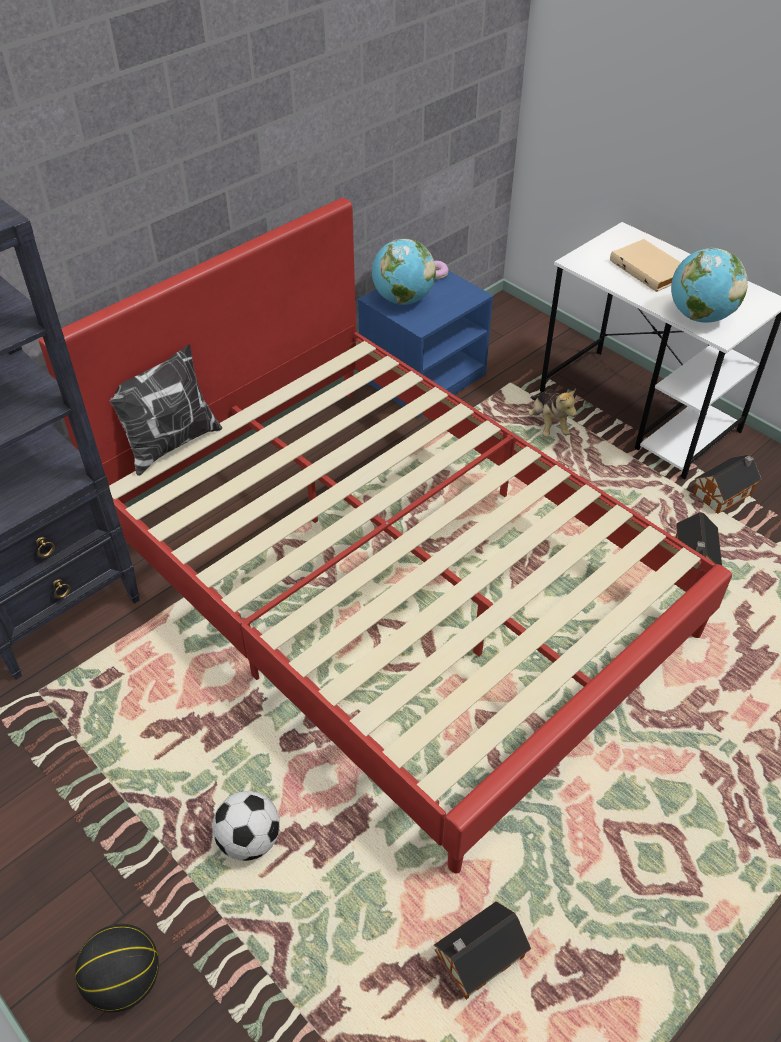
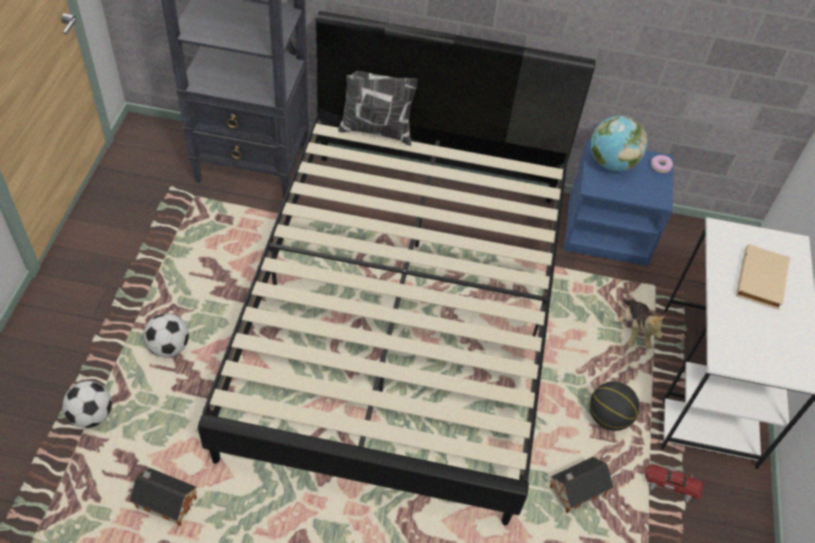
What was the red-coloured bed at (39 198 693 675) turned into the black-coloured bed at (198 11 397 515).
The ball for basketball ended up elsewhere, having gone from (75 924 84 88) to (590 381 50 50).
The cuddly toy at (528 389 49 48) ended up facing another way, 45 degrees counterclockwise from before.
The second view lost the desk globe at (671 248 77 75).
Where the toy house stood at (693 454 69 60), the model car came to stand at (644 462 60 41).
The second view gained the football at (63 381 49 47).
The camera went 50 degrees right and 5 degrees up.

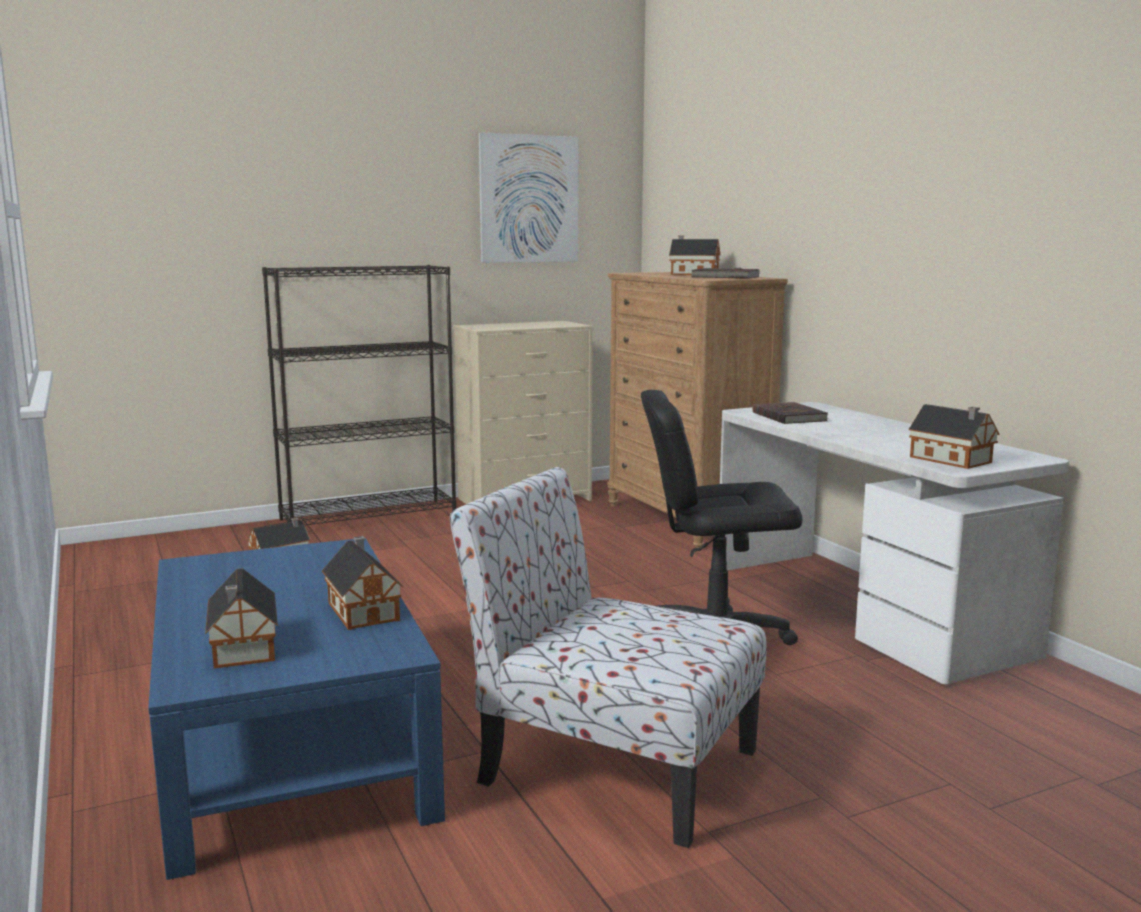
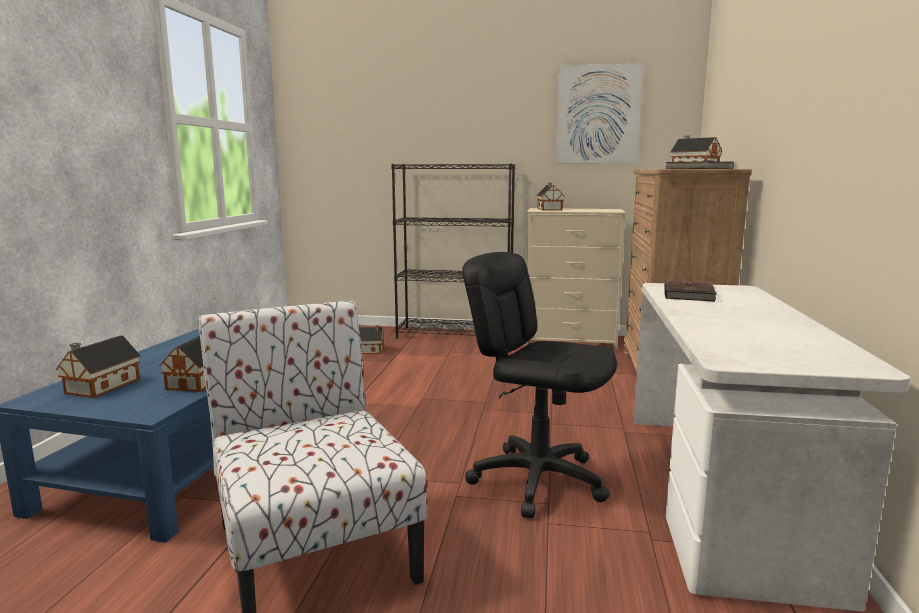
The toy house ended up elsewhere, having gone from (909 404 91 65) to (536 183 29 28).
The camera went 35 degrees right and 0 degrees up.

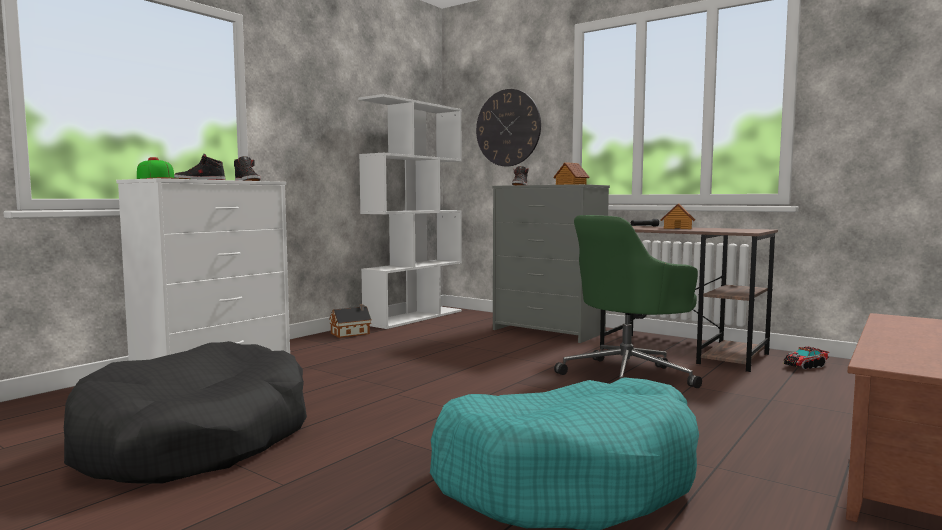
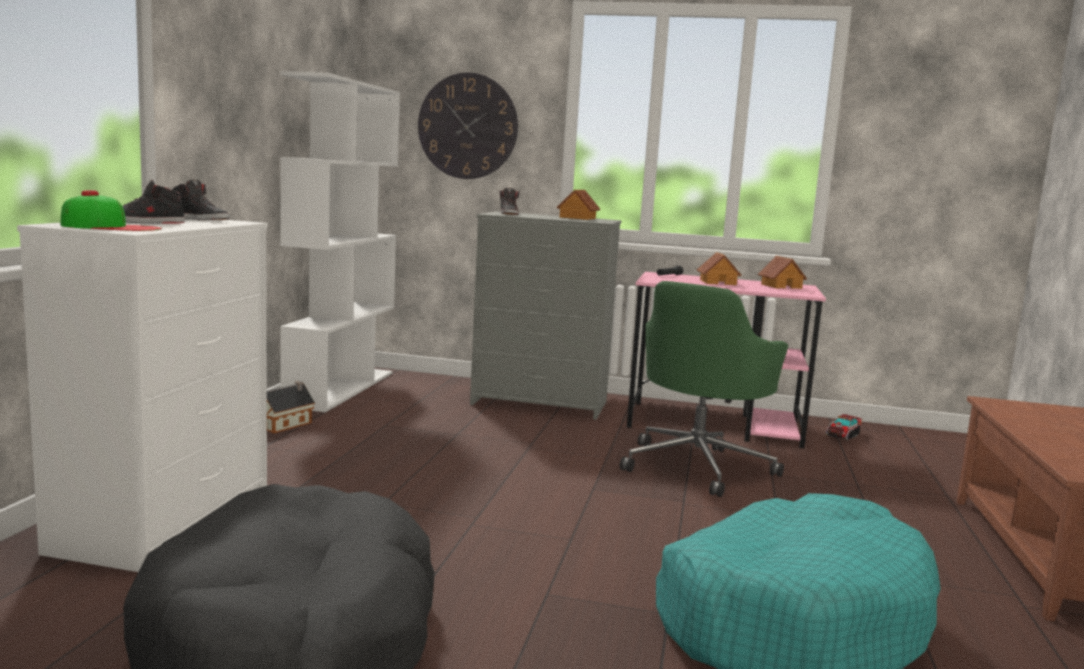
What was the brown-coloured desk table at (600 226 178 146) turned into the pink desk table at (627 272 199 176).
The second view gained the toy house at (758 256 49 33).
The camera went 25 degrees left and 5 degrees up.

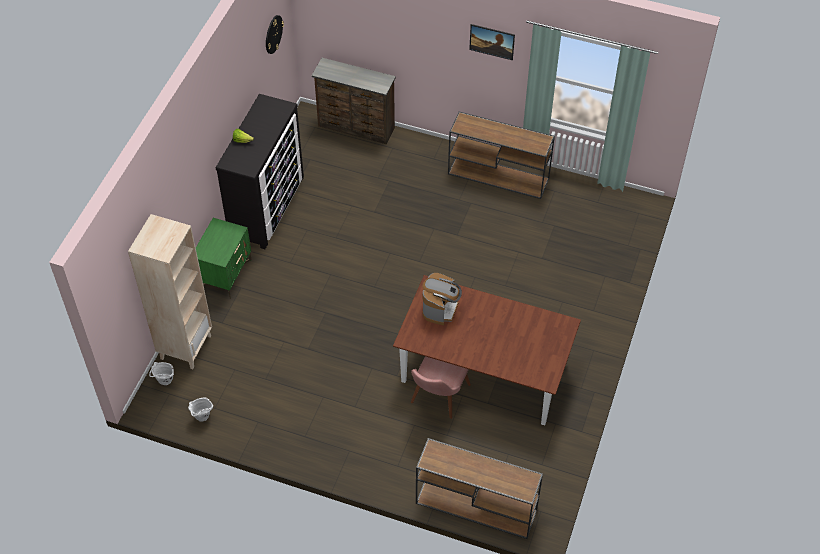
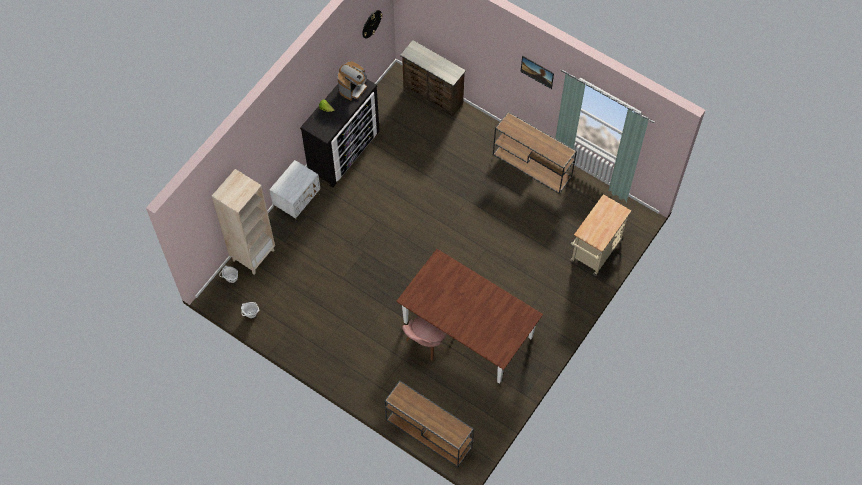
What was the green-coloured nightstand at (196 218 56 81) turned into the whitish nightstand at (269 160 51 63).
The coffee maker ended up elsewhere, having gone from (422 273 40 52) to (337 61 30 39).
The second view gained the beige cart at (570 194 61 81).
The camera went 15 degrees right and 10 degrees up.

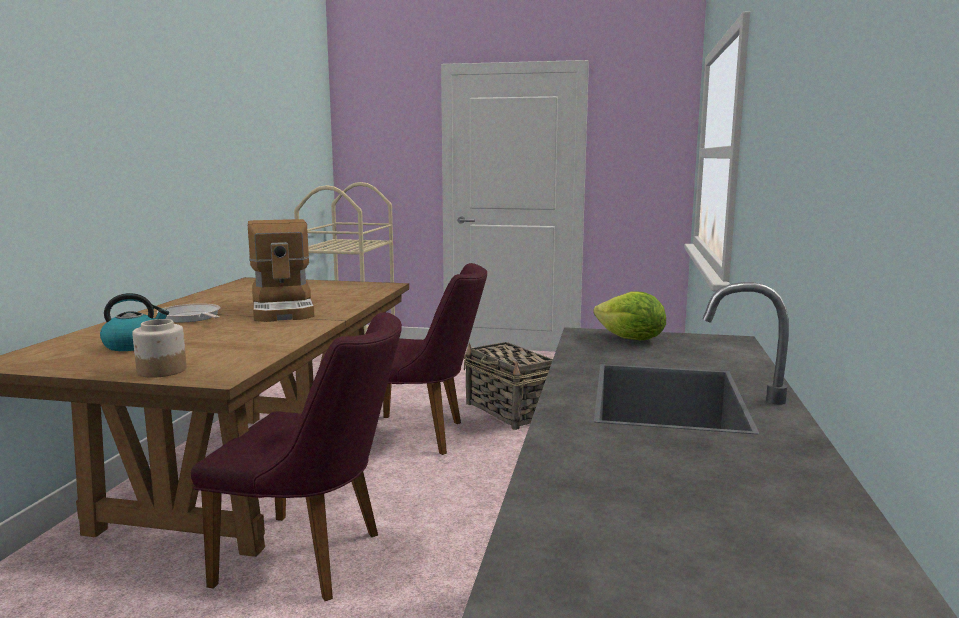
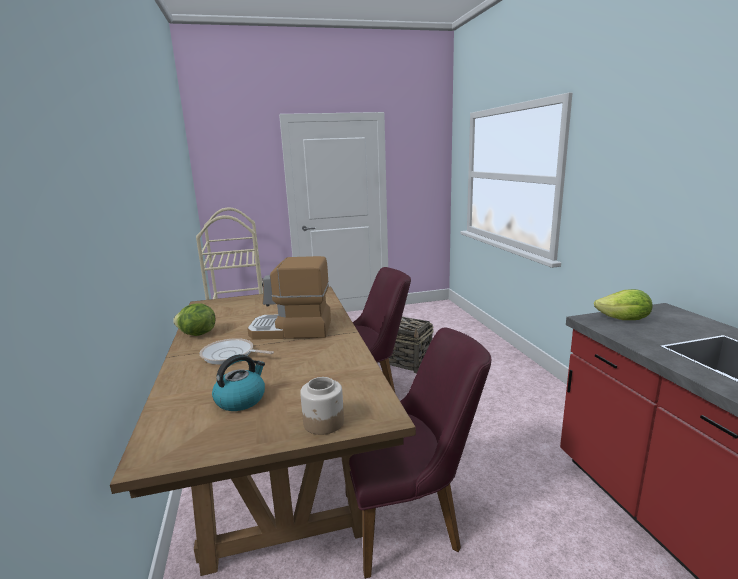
The coffee maker at (248 219 66 103) ended up facing another way, 135 degrees clockwise from before.
The second view gained the lettuce at (173 303 42 33).
The camera went 25 degrees left and 5 degrees up.

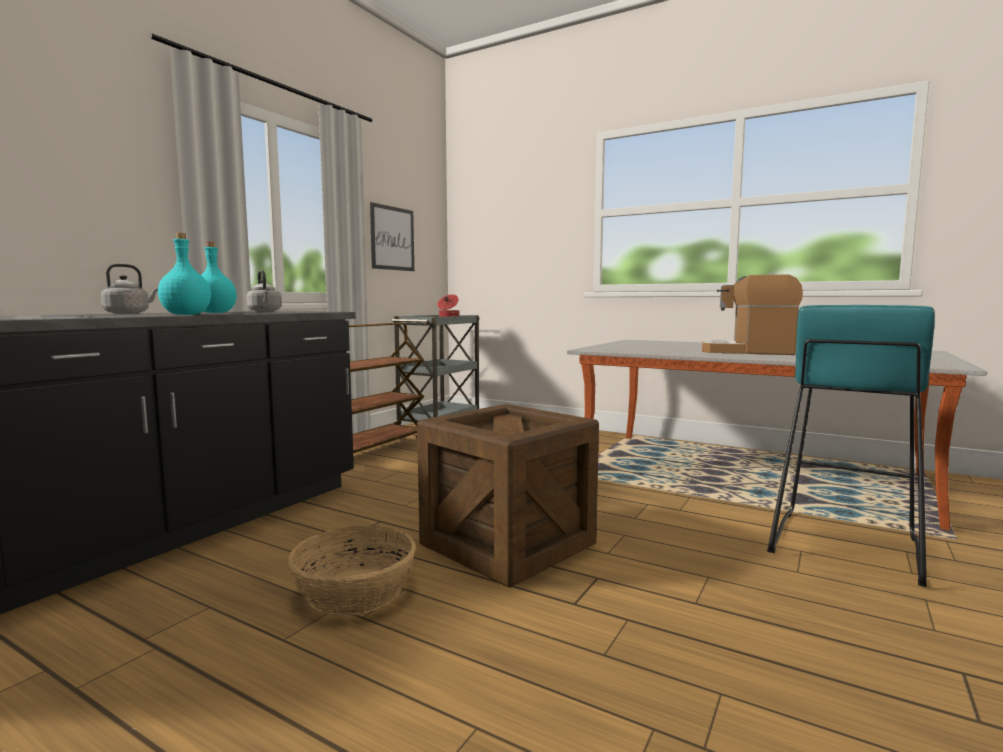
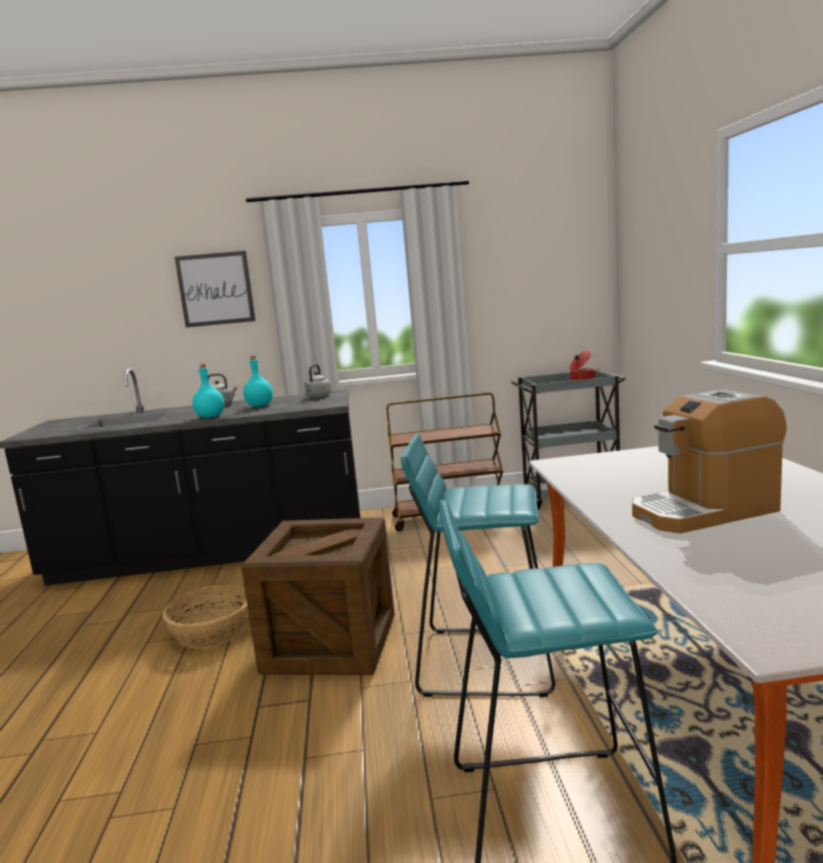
The picture ended up elsewhere, having gone from (370 202 44 69) to (175 251 81 76).
The coffee maker at (702 273 101 82) ended up facing another way, 90 degrees counterclockwise from before.
The second view gained the turquoise-coloured stool seat at (401 433 154 264).
The camera went 55 degrees right and 5 degrees up.

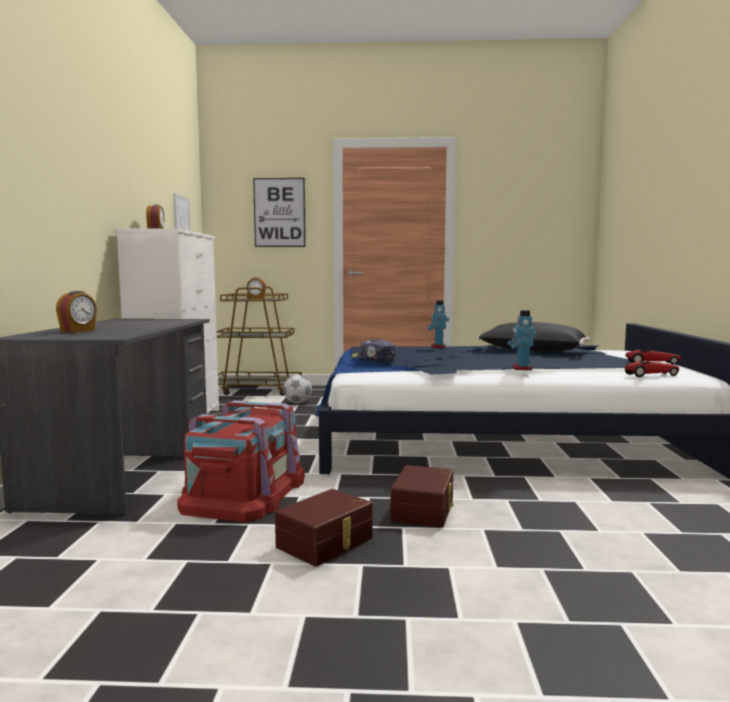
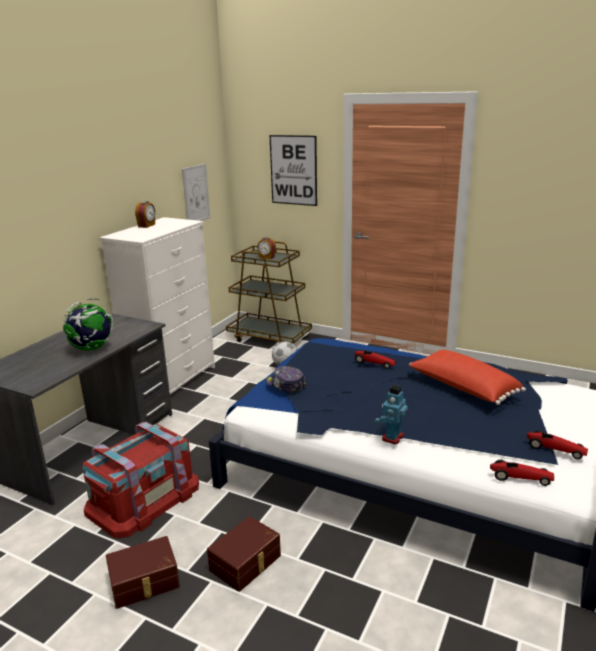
The second view lost the alarm clock at (56 291 41 42).
Where the toy robot stood at (428 300 21 48), the model car came to stand at (354 350 42 19).
What was the black-coloured cushion at (477 322 113 30) turned into the red-coloured cushion at (409 350 117 55).
The second view gained the desk globe at (63 298 50 53).
The camera went 25 degrees right and 15 degrees up.

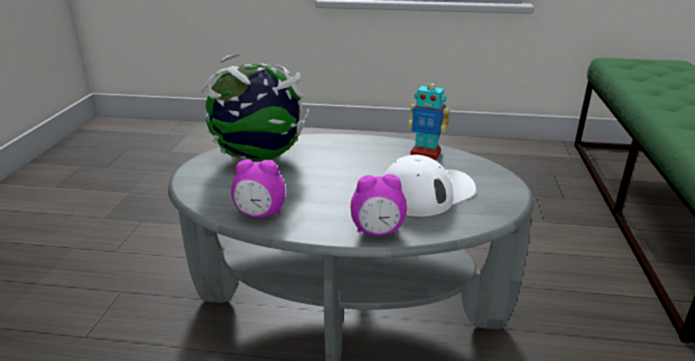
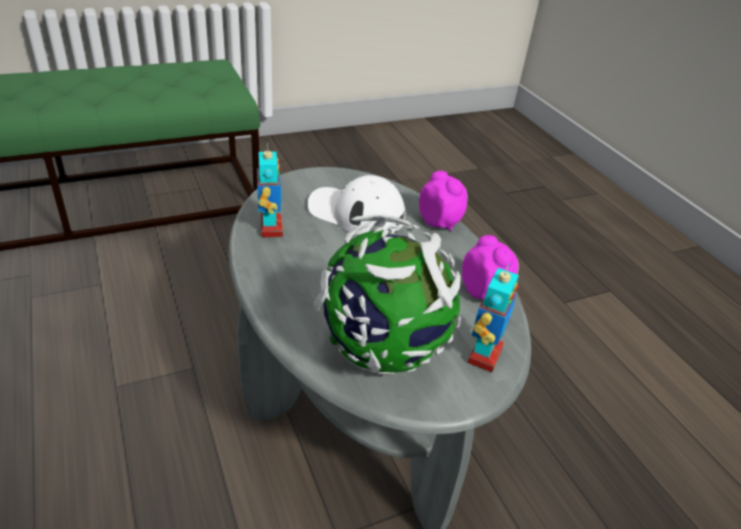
The second view gained the toy robot at (468 263 51 109).
The camera went 125 degrees left and 10 degrees up.

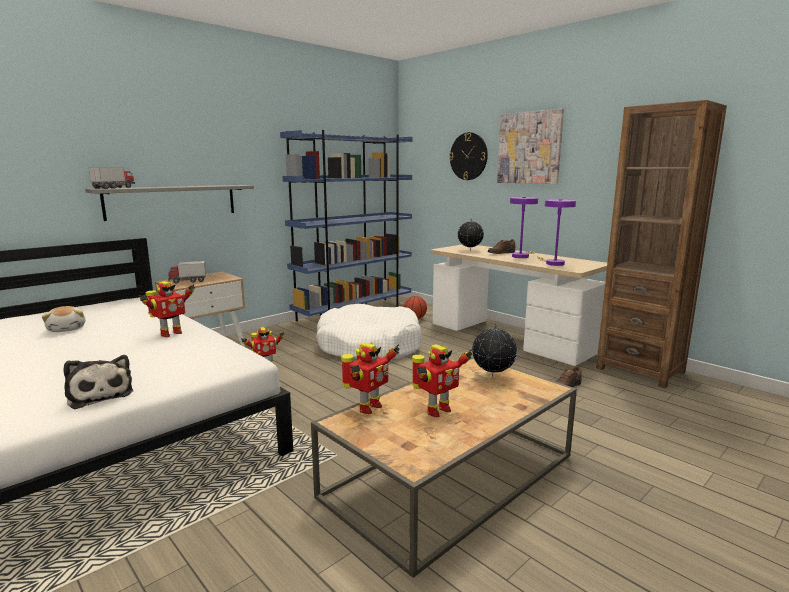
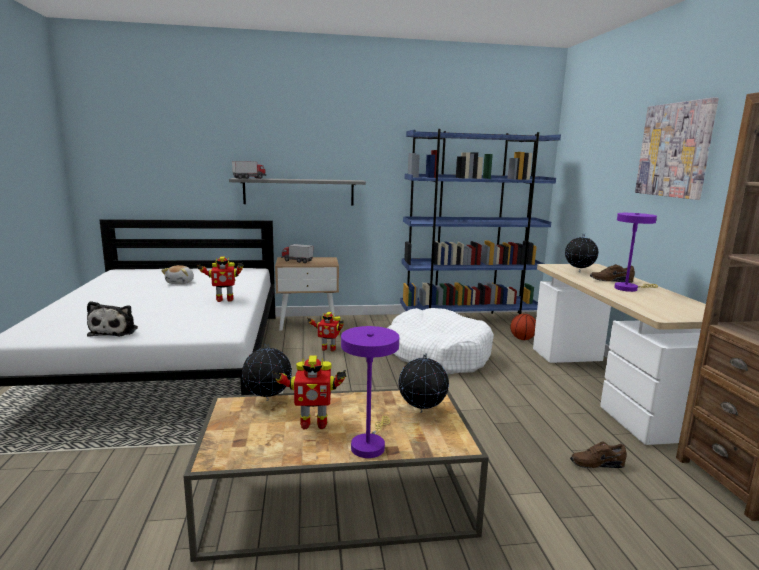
Where the toy robot stood at (341 342 59 72), the desk globe came to stand at (242 343 50 58).
The second view lost the wall clock at (449 132 39 48).
The purple lamp for a table ended up elsewhere, having gone from (537 199 39 67) to (341 326 58 132).
The camera went 35 degrees right and 0 degrees up.

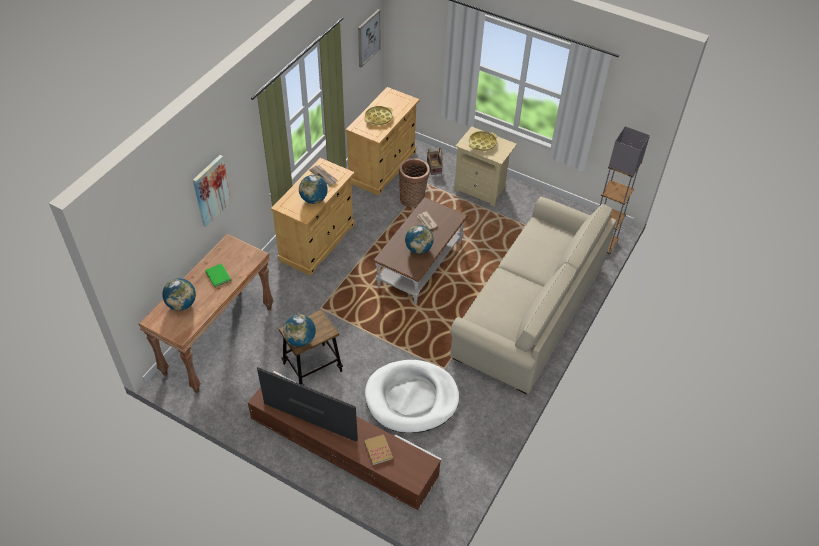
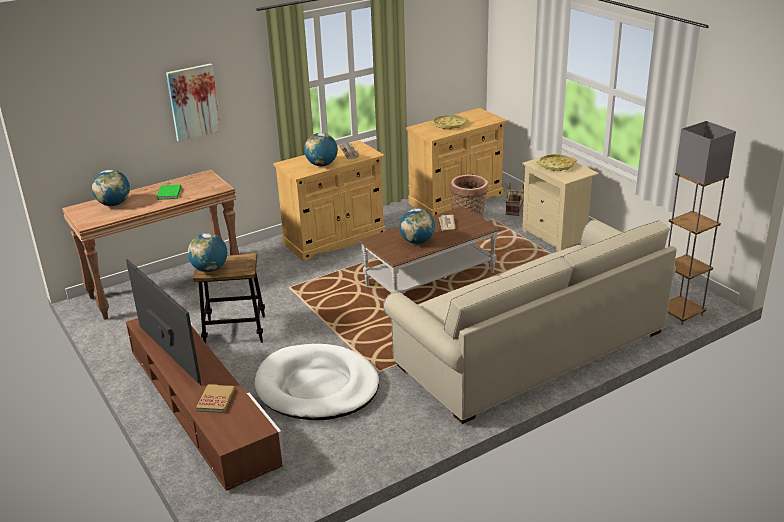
The second view lost the picture at (358 9 22 58).
The camera went 30 degrees right and 20 degrees down.

